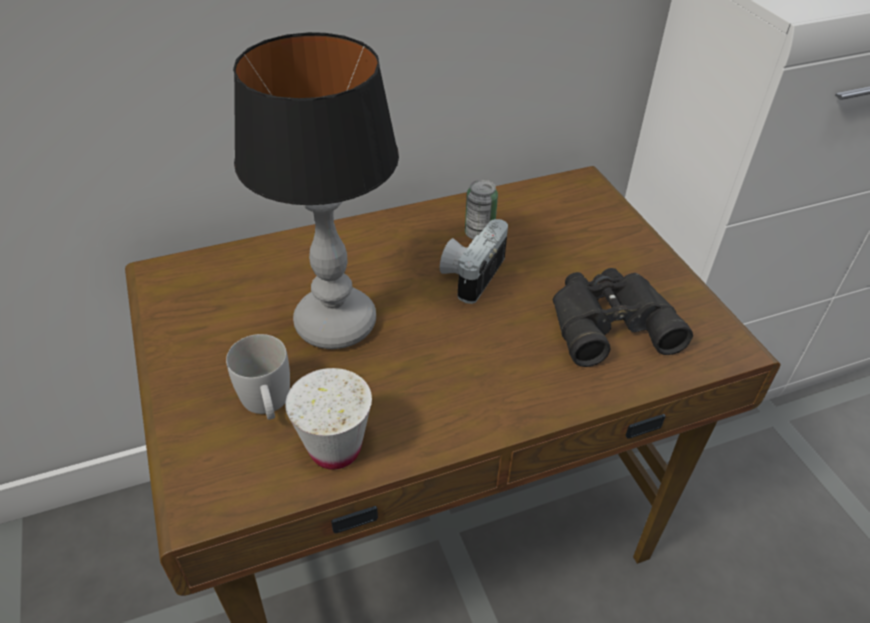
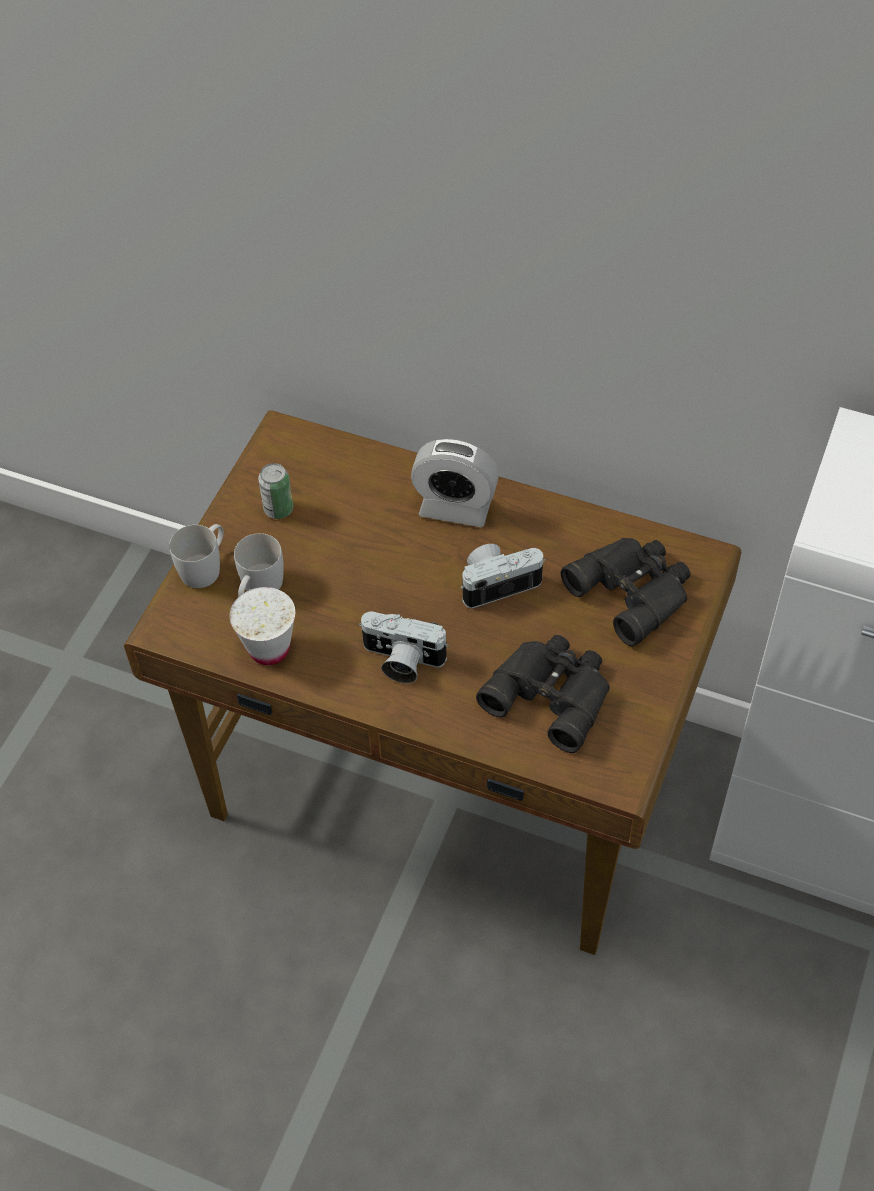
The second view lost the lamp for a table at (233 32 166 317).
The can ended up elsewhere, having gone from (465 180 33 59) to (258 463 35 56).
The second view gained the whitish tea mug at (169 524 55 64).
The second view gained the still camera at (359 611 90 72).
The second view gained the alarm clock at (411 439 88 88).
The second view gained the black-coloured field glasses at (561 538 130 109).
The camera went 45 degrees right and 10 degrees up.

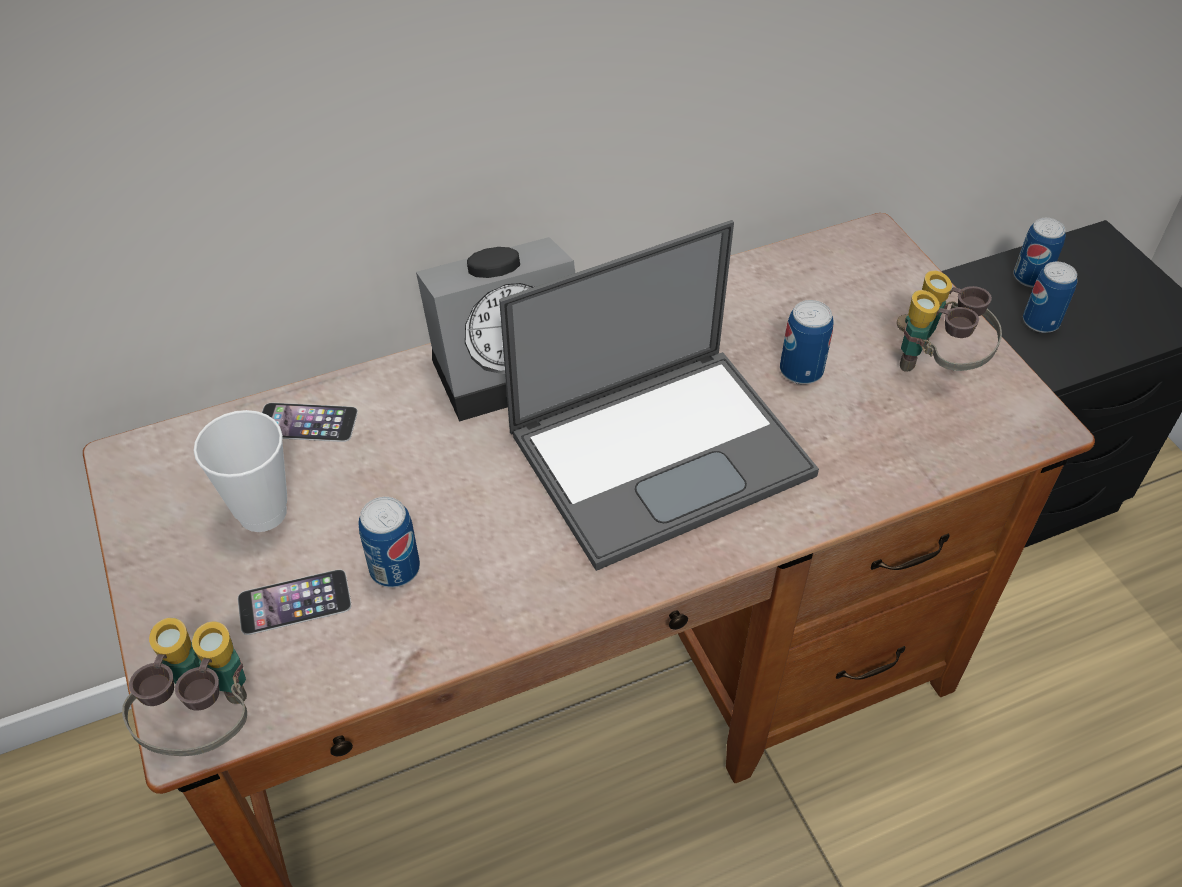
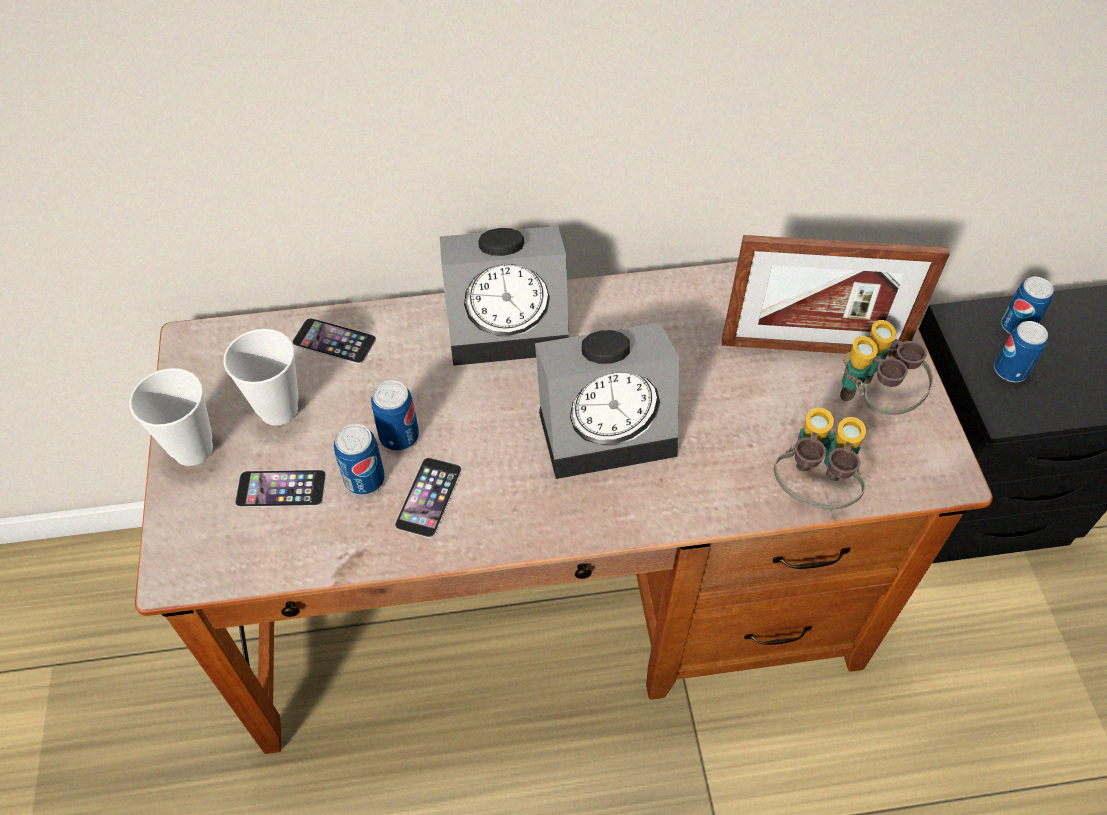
The field glasses ended up elsewhere, having gone from (122 618 125 138) to (774 408 92 102).
Where the portable computer stood at (499 220 320 351), the alarm clock came to stand at (535 322 144 157).
The can ended up elsewhere, having gone from (780 300 54 84) to (371 380 48 71).
The second view gained the cup at (129 368 84 98).
The second view gained the handset at (395 458 67 80).
The second view gained the photo frame at (722 235 228 122).
The camera went 15 degrees right and 5 degrees up.

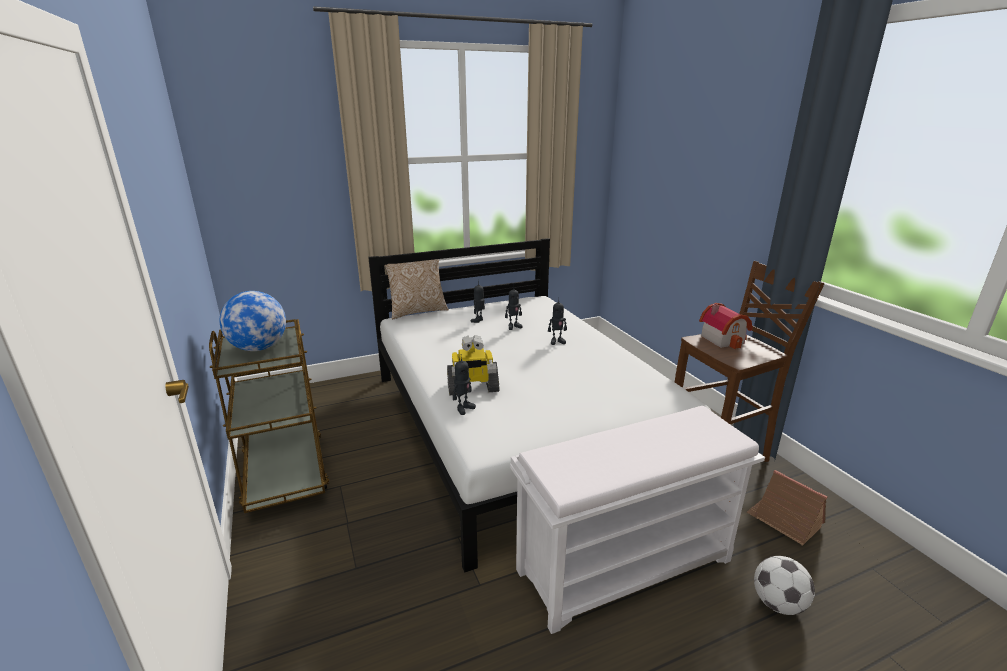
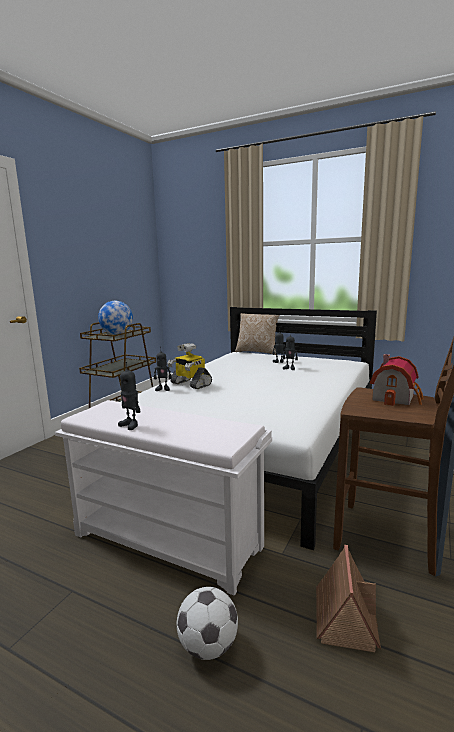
The toy robot ended up elsewhere, having gone from (548 301 19 44) to (118 362 23 68).
The camera went 50 degrees right and 10 degrees down.

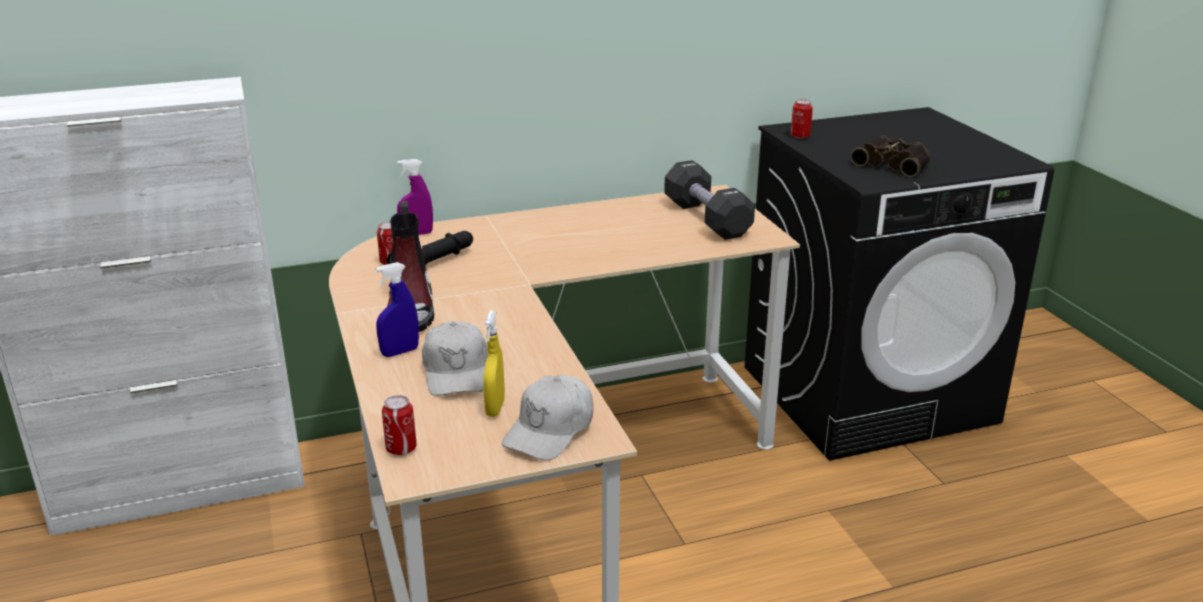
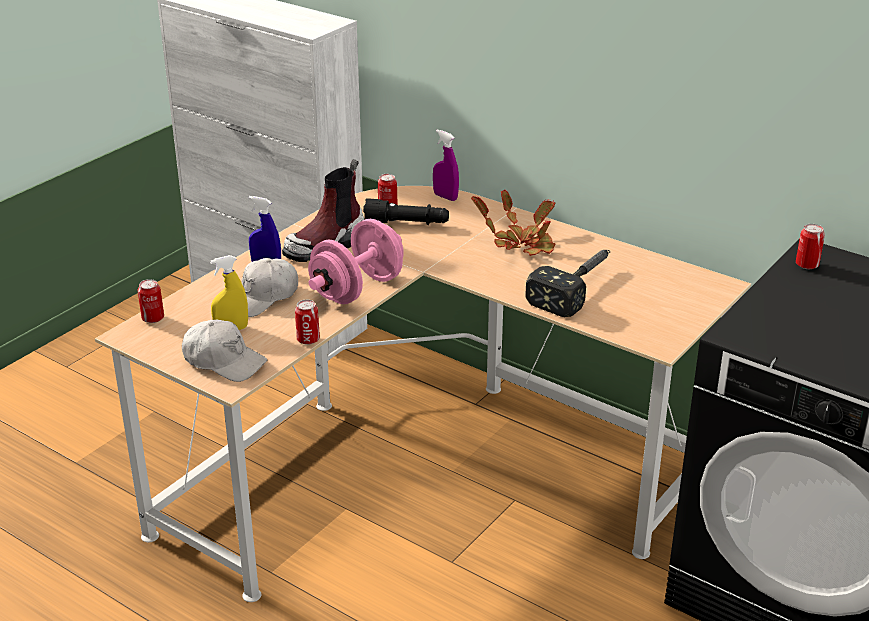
The whitish baseball cap at (502 375 91 85) ended up facing another way, 150 degrees counterclockwise from before.
The second view lost the black-coloured dumbbell at (664 160 91 80).
The second view lost the field glasses at (850 135 80 42).
The second view gained the can at (295 300 25 45).
The second view gained the pink dumbbell at (308 219 96 85).
The second view gained the houseplant at (471 190 85 66).
The second view gained the hand hammer at (525 250 85 67).
The camera went 55 degrees right and 5 degrees up.

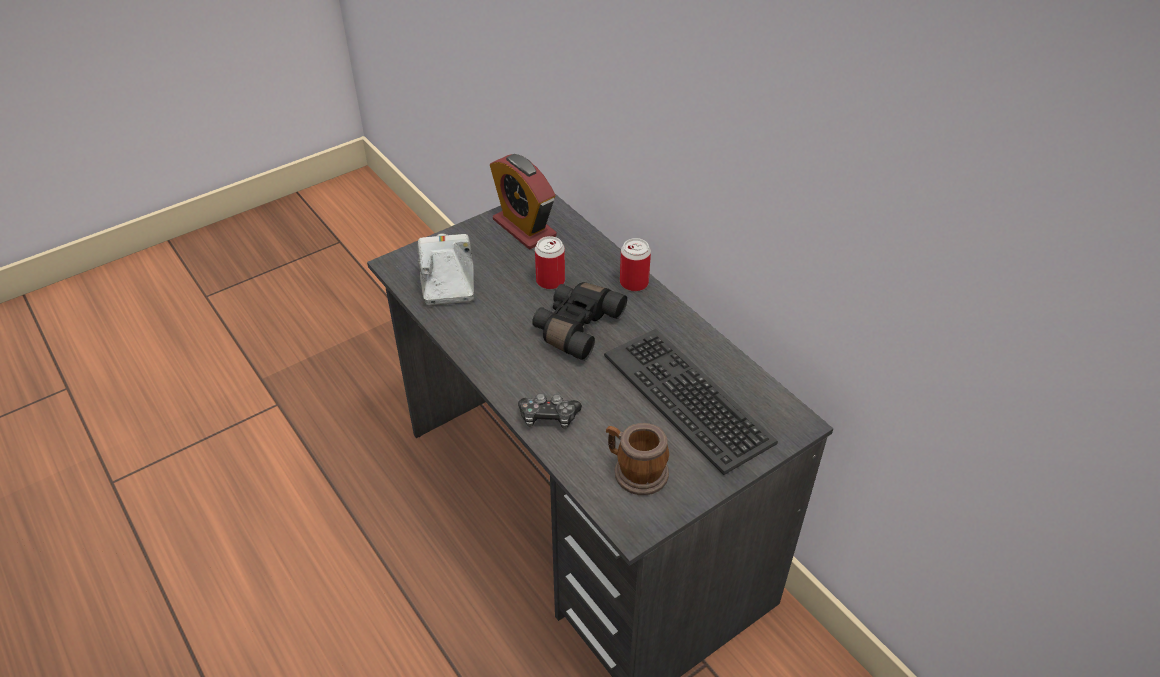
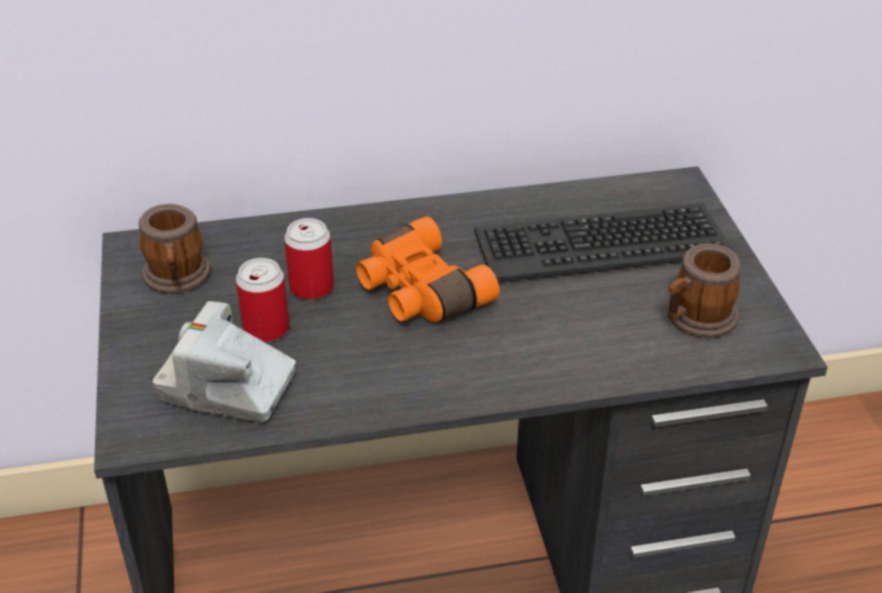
Where the alarm clock stood at (490 154 66 95), the tea mug came to stand at (139 204 72 90).
The second view lost the gamepad at (518 393 64 36).
What was the black-coloured field glasses at (532 282 95 79) turned into the orangey field glasses at (356 216 144 106).
The can ended up elsewhere, having gone from (620 238 31 53) to (236 258 53 84).
The camera went 65 degrees left and 5 degrees down.

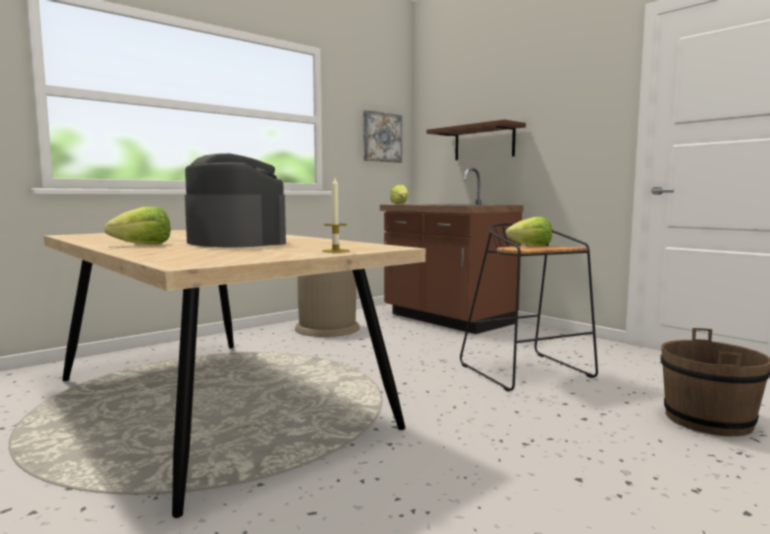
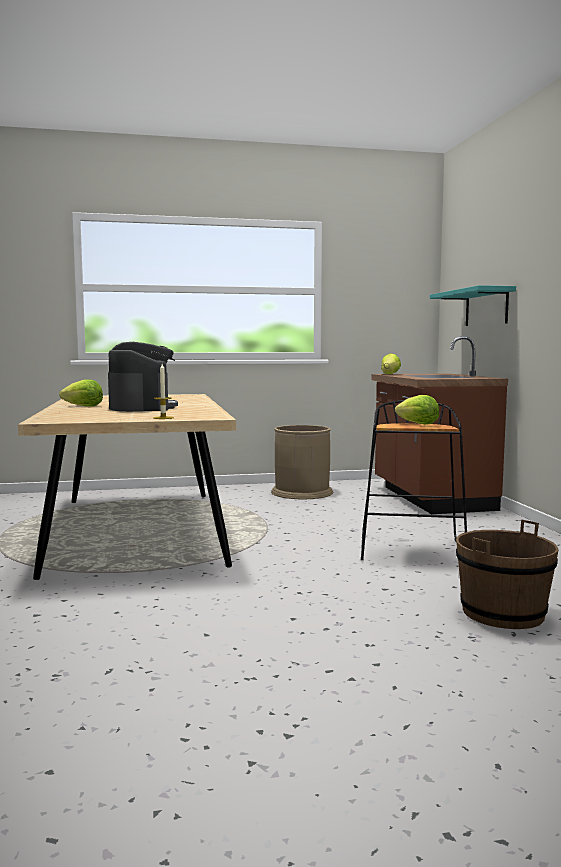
The second view lost the picture at (363 110 39 53).
What was the brown-coloured bracket shelf at (426 119 100 41) turned into the turquoise-coloured bracket shelf at (430 285 86 41).
The camera went 30 degrees right and 0 degrees up.

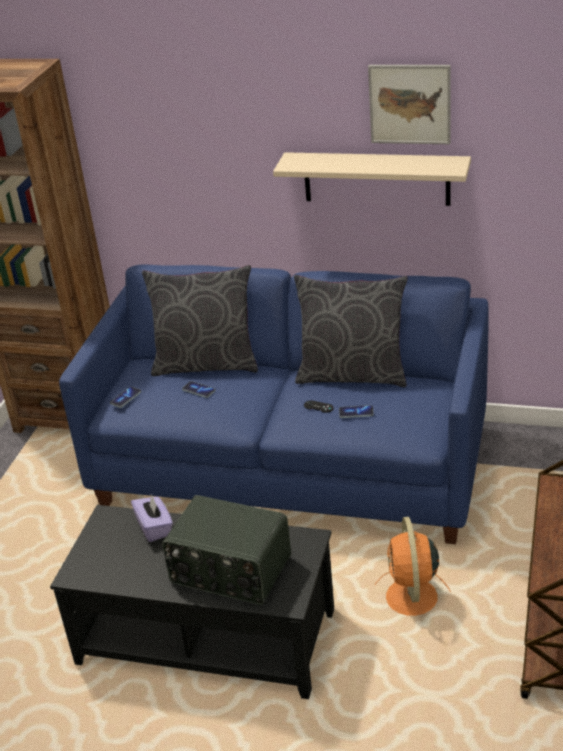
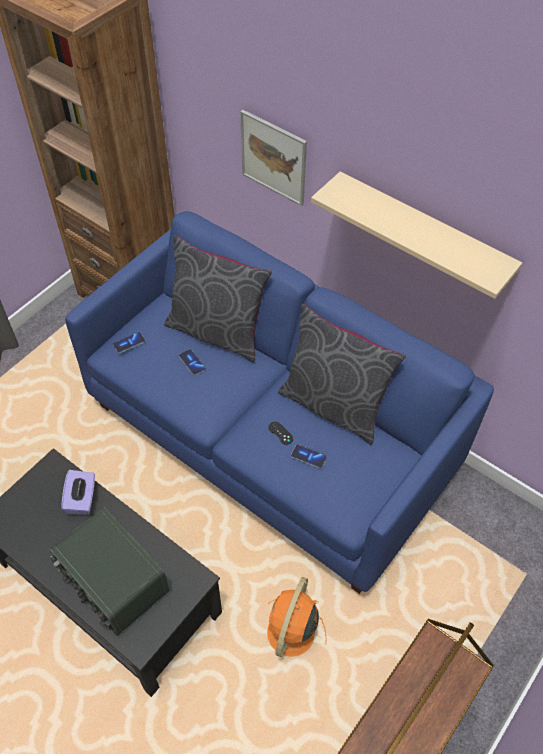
The picture ended up elsewhere, having gone from (368 65 83 79) to (240 110 67 96).
The camera went 20 degrees right and 20 degrees up.

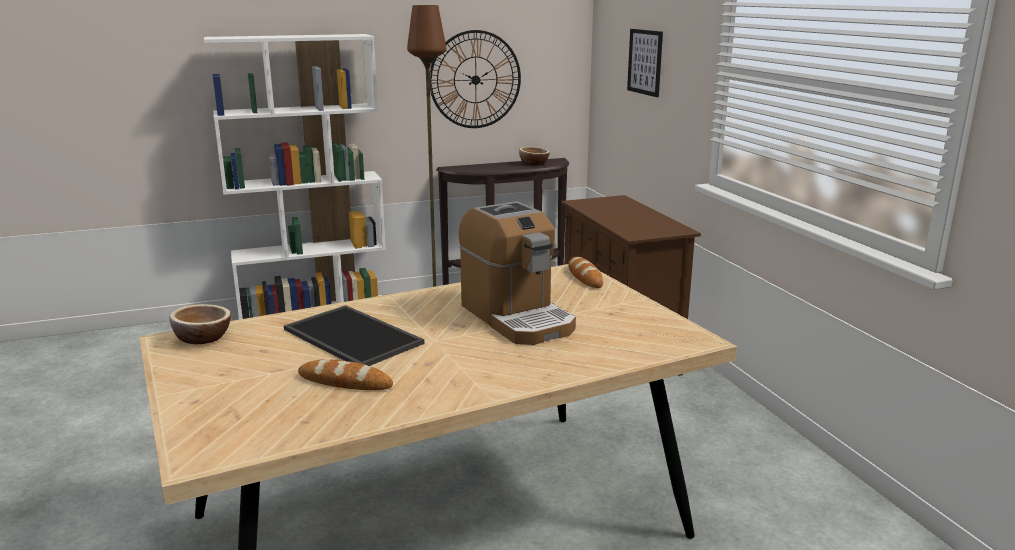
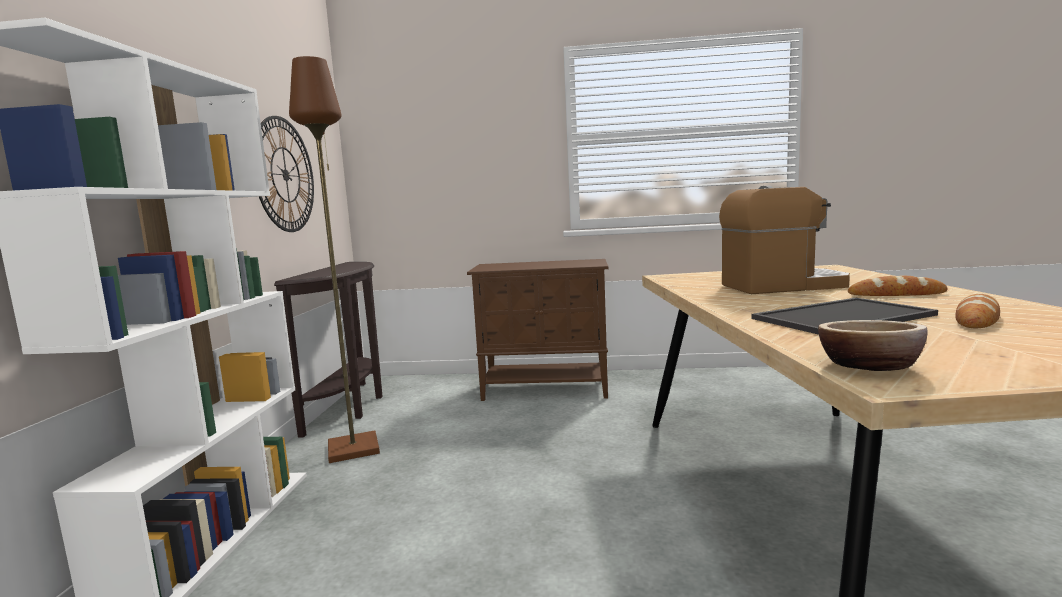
The second view lost the deep dish at (519 147 31 19).
The bakery bread ended up elsewhere, having gone from (568 257 35 31) to (848 275 99 21).
The second view lost the picture at (627 29 36 68).
The camera went 65 degrees left and 10 degrees down.

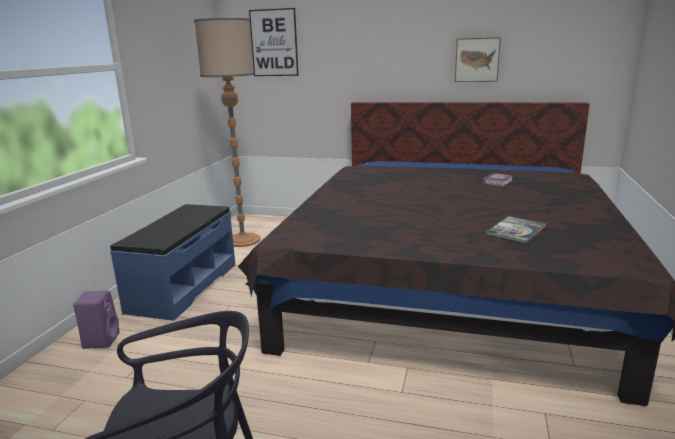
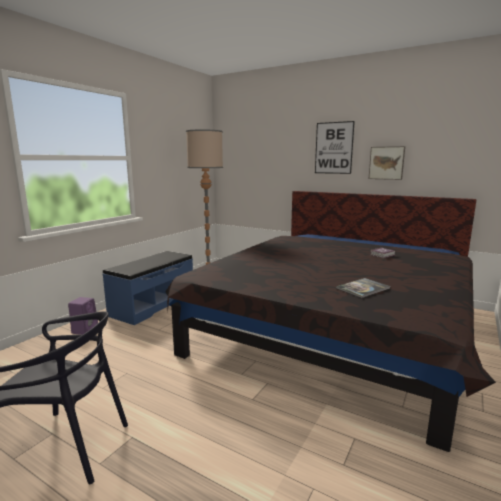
The picture ended up elsewhere, having gone from (249 8 50 68) to (315 121 40 53).
The camera went 15 degrees right and 5 degrees down.

